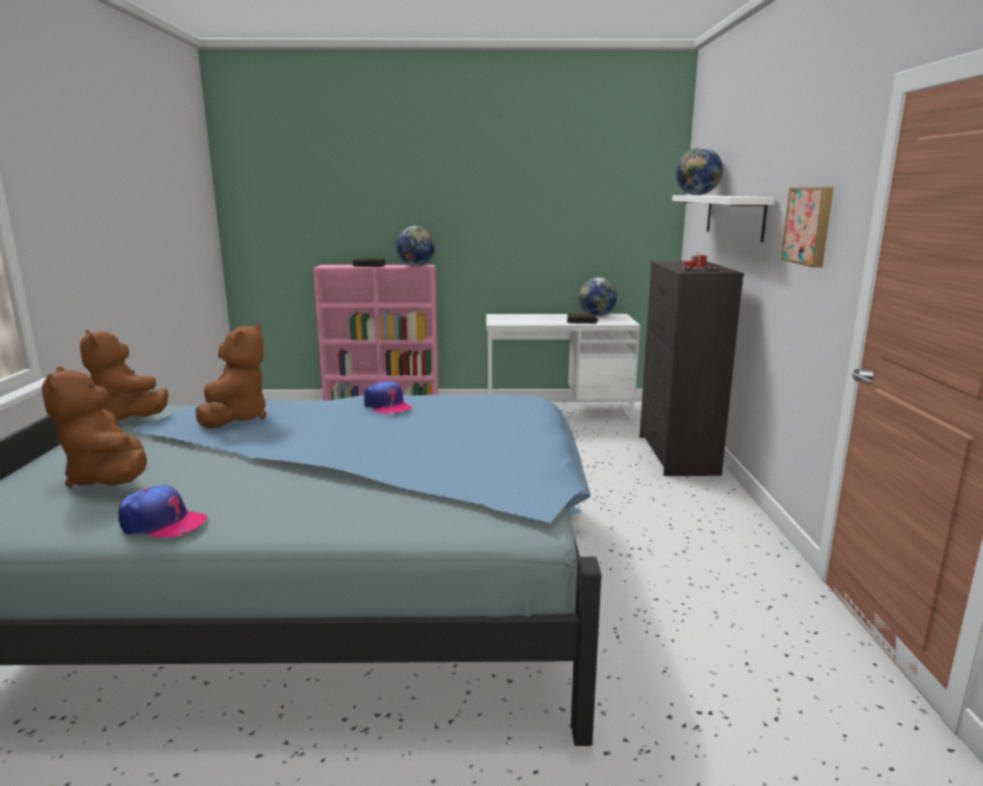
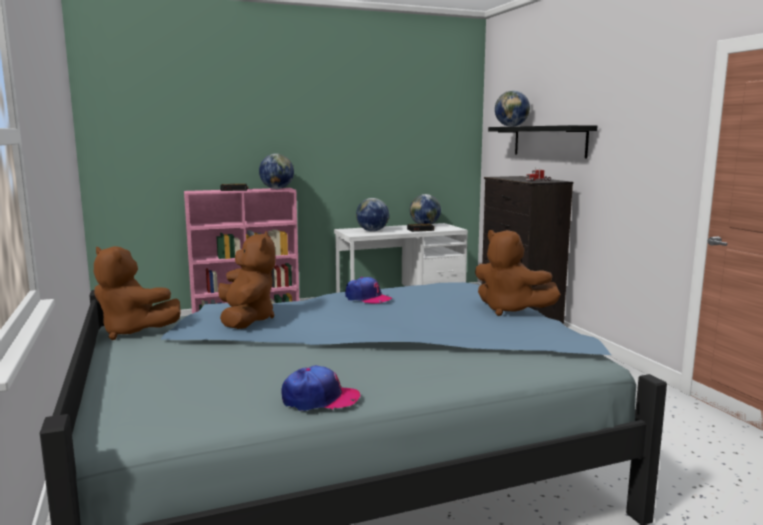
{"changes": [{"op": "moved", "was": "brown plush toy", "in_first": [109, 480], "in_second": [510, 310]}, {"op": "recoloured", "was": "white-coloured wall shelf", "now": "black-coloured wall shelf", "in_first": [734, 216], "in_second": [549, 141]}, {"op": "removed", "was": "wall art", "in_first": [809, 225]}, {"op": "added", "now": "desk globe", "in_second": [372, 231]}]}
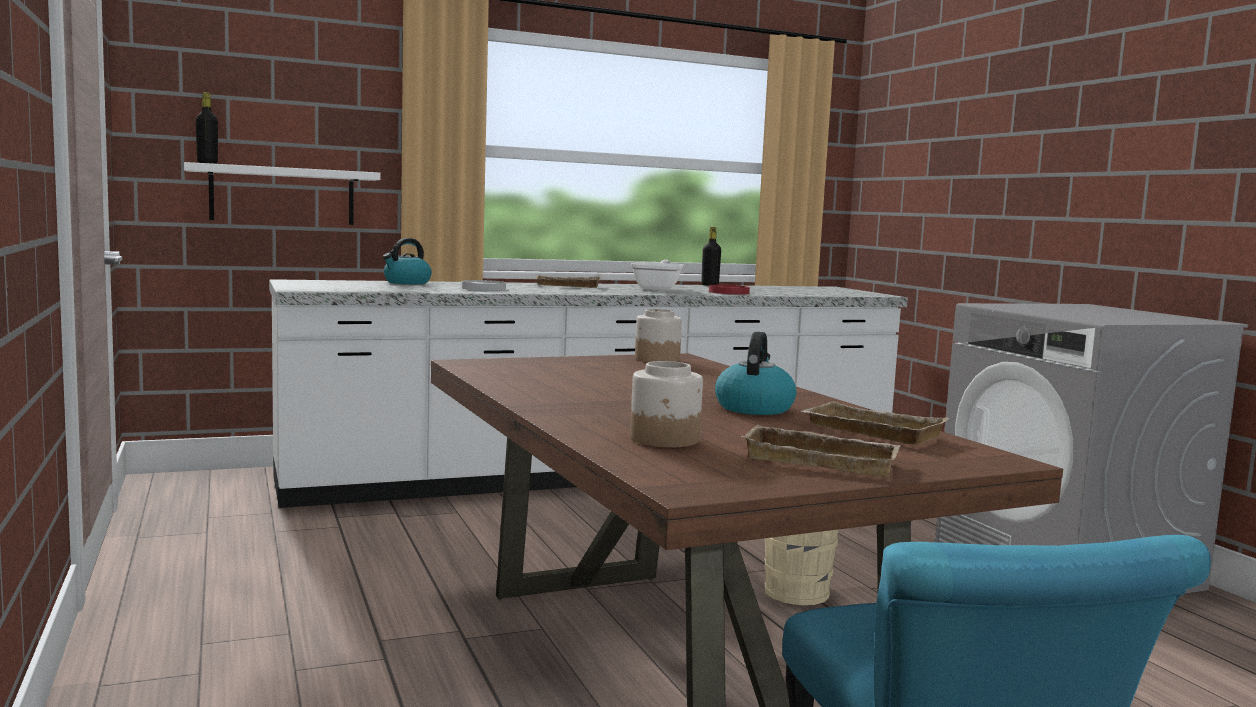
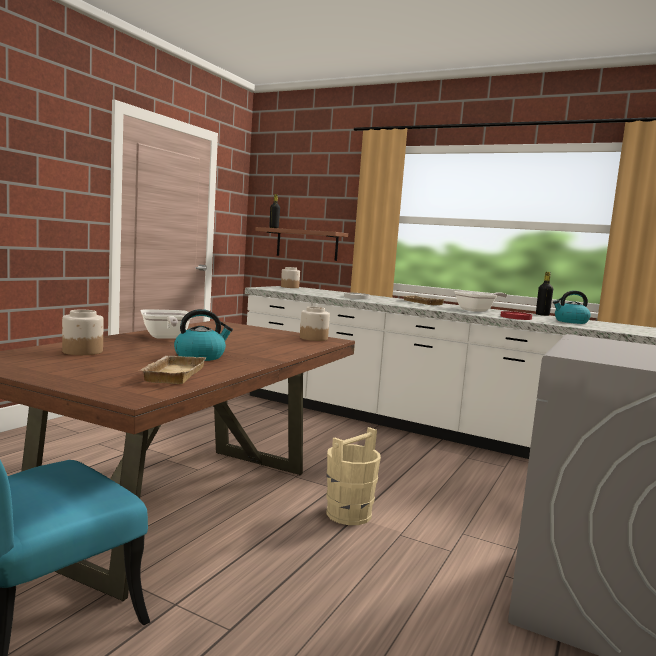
{"changes": [{"op": "recoloured", "was": "white-coloured wall shelf", "now": "brown wall shelf", "in_first": [282, 195], "in_second": [307, 244]}, {"op": "moved", "was": "tea kettle", "in_first": [406, 282], "in_second": [570, 321]}, {"op": "removed", "was": "beige-coloured tray", "in_first": [823, 460]}, {"op": "added", "now": "skillet", "in_second": [165, 337]}, {"op": "added", "now": "storage jar", "in_second": [290, 287]}]}
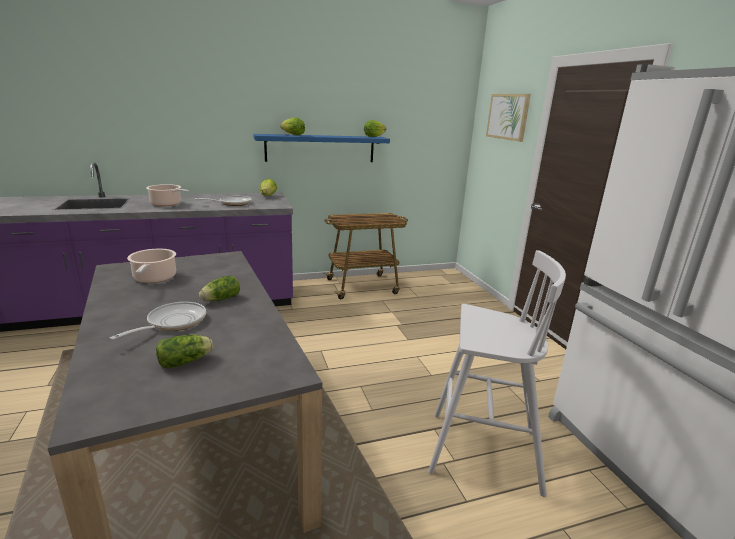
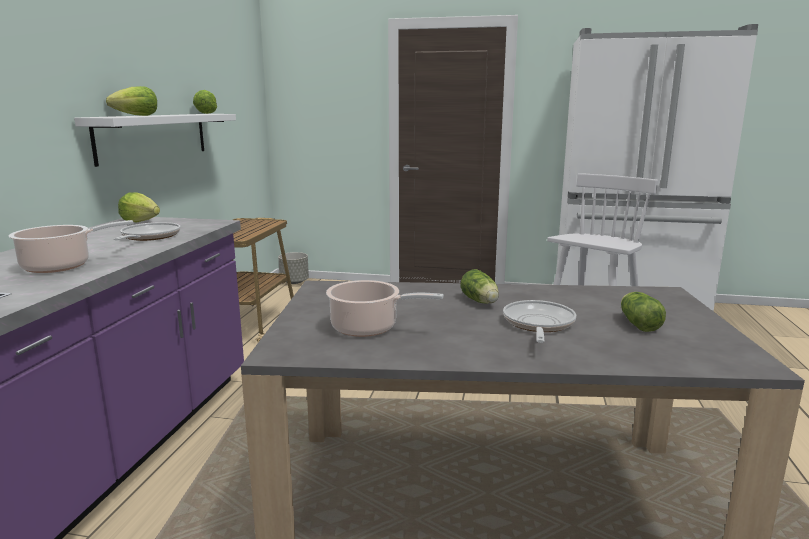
{"changes": [{"op": "turned", "was": "skillet", "in_first": [172, 323], "in_second": [538, 325], "clockwise": 45}, {"op": "recoloured", "was": "bluish wall shelf", "now": "white-coloured wall shelf", "in_first": [320, 148], "in_second": [154, 136]}, {"op": "removed", "was": "wall art", "in_first": [508, 116]}, {"op": "added", "now": "gray flower pot", "in_second": [294, 282]}]}
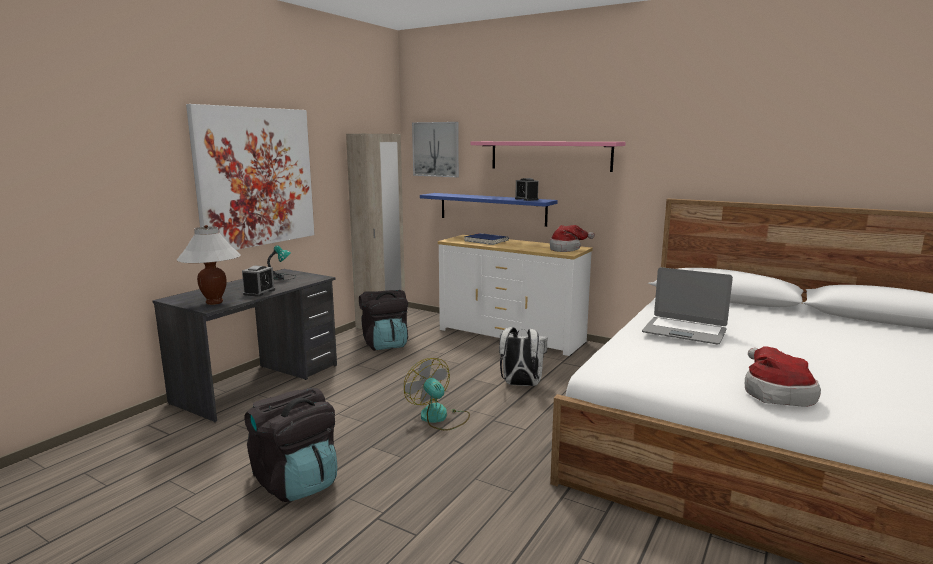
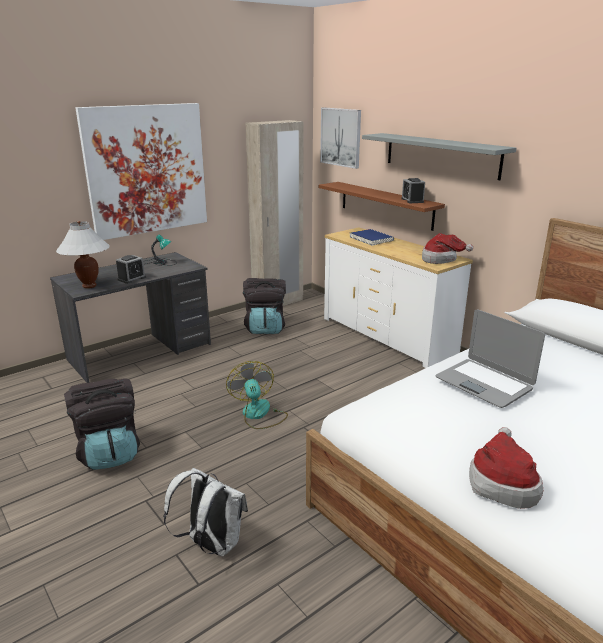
{"changes": [{"op": "recoloured", "was": "bluish wall shelf", "now": "brown wall shelf", "in_first": [492, 209], "in_second": [385, 205]}, {"op": "recoloured", "was": "pink wall shelf", "now": "gray wall shelf", "in_first": [549, 155], "in_second": [441, 155]}, {"op": "moved", "was": "white-coloured rucksack", "in_first": [520, 385], "in_second": [211, 544]}]}
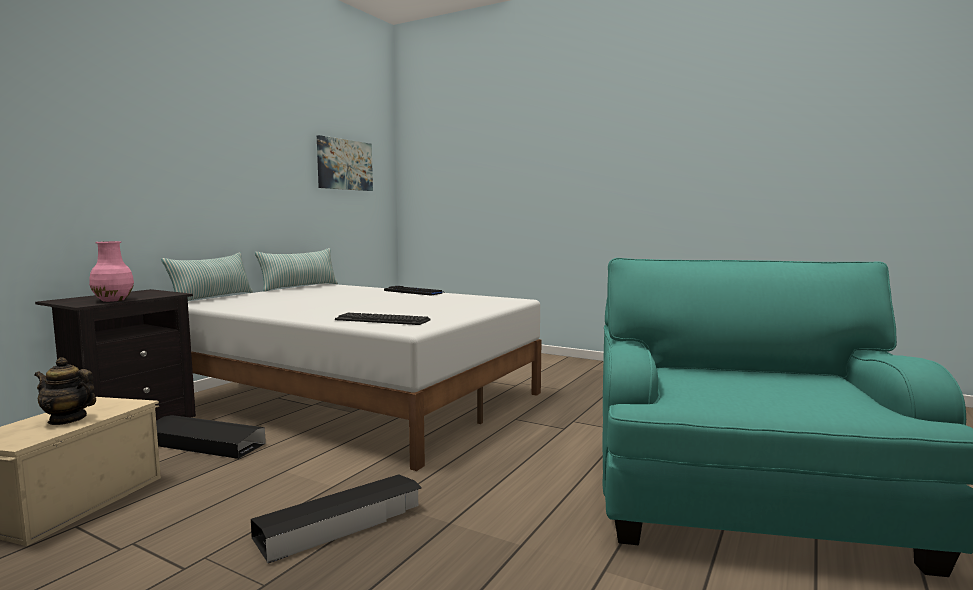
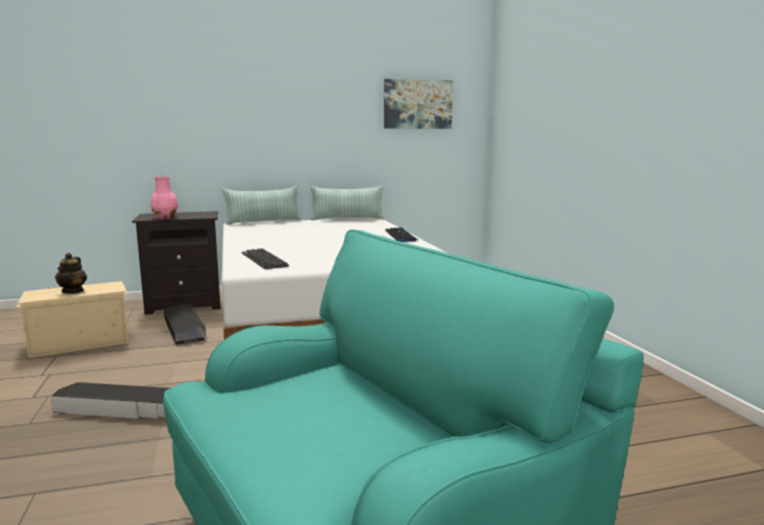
{"changes": [{"op": "turned", "was": "tea pot", "in_first": [67, 419], "in_second": [73, 291], "clockwise": -150}]}
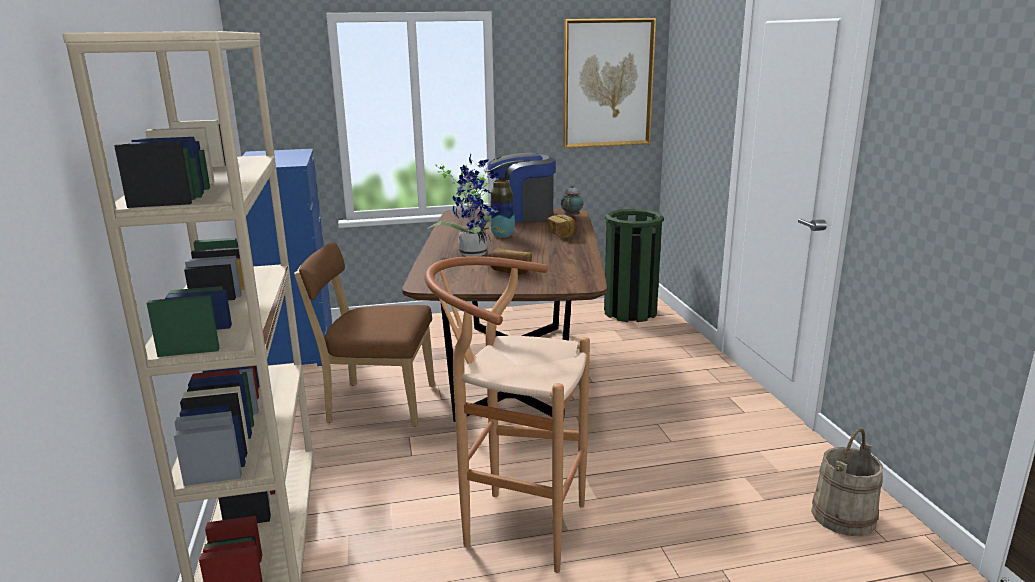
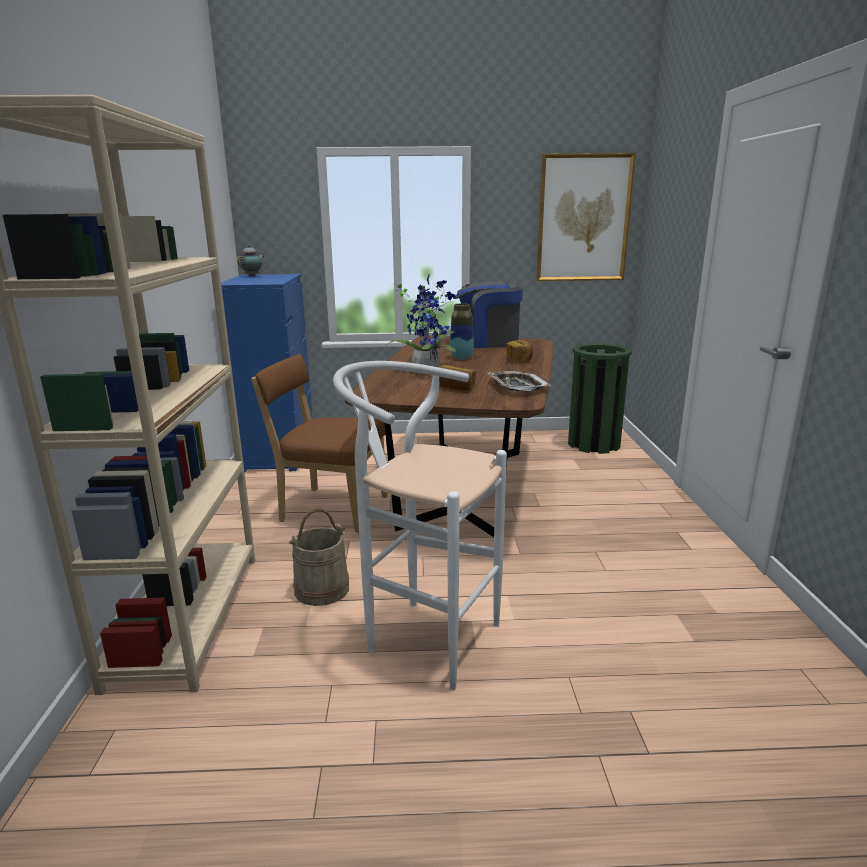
{"changes": [{"op": "recoloured", "was": "brown stool", "now": "white-coloured stool", "in_first": [512, 525], "in_second": [422, 636]}, {"op": "moved", "was": "tea pot", "in_first": [572, 216], "in_second": [253, 276]}, {"op": "moved", "was": "beige-coloured pail", "in_first": [844, 516], "in_second": [322, 589]}, {"op": "added", "now": "tray", "in_second": [517, 386]}]}
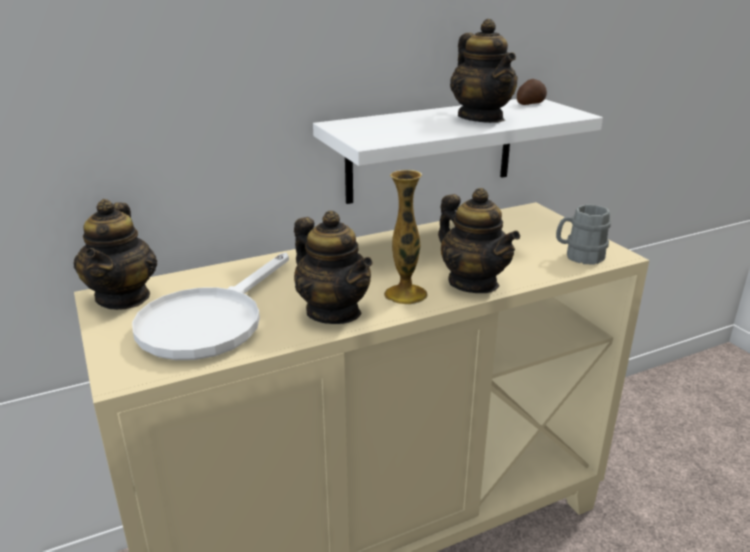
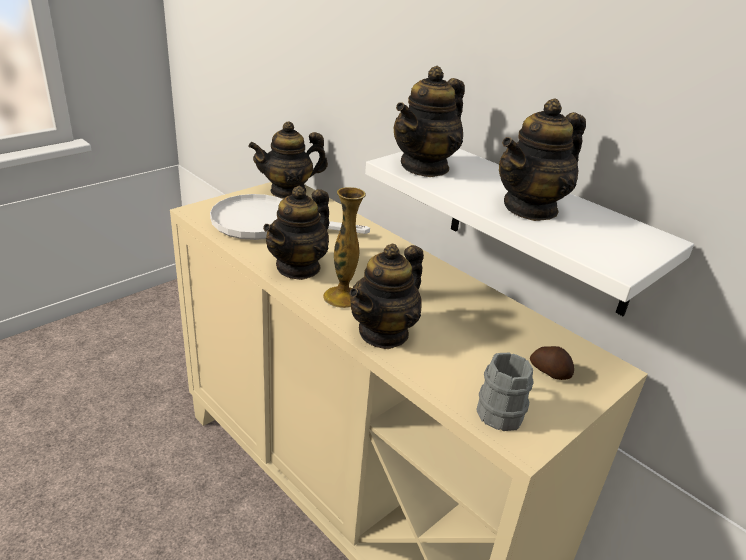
{"changes": [{"op": "moved", "was": "potato", "in_first": [529, 103], "in_second": [550, 371]}, {"op": "added", "now": "tea pot", "in_second": [425, 167]}]}
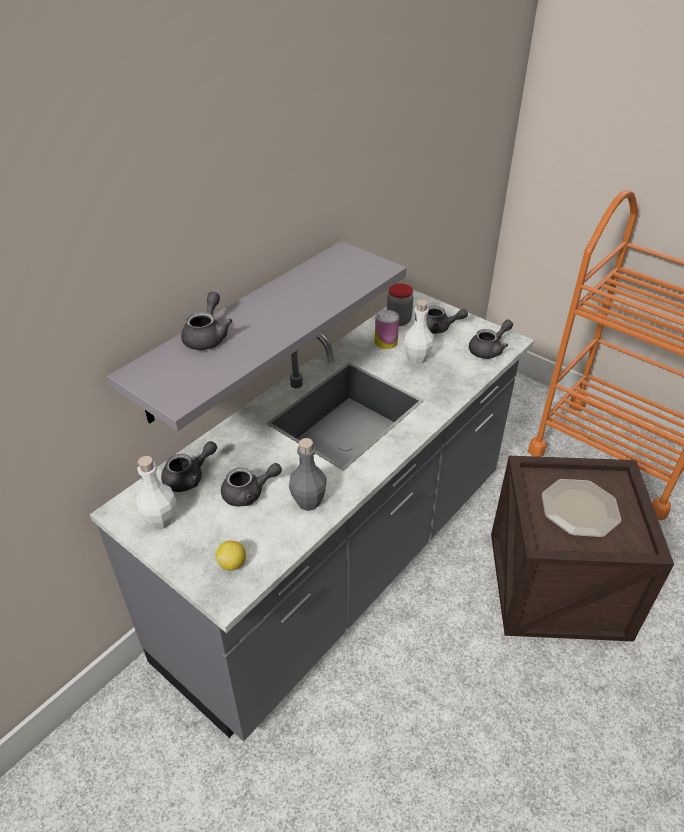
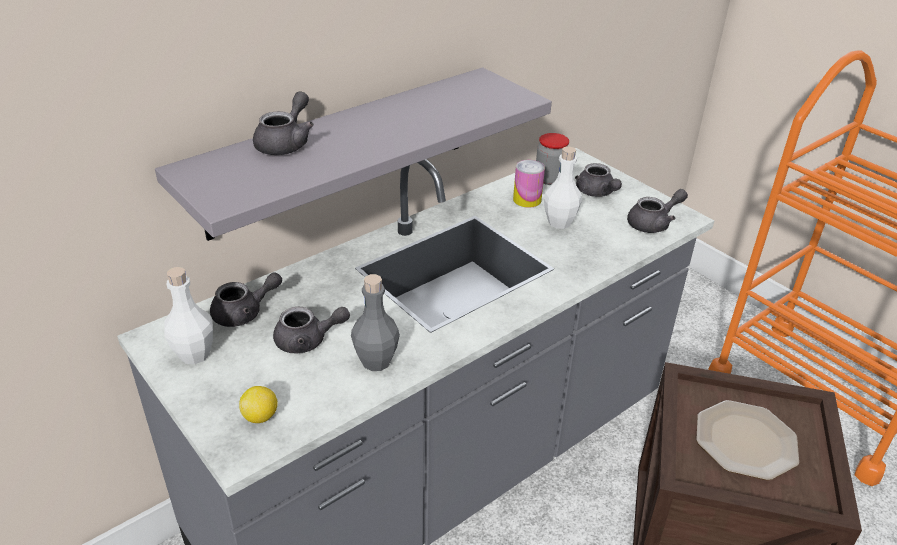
{"changes": [{"op": "turned", "was": "gray tea pot", "in_first": [438, 328], "in_second": [596, 193], "clockwise": 45}]}
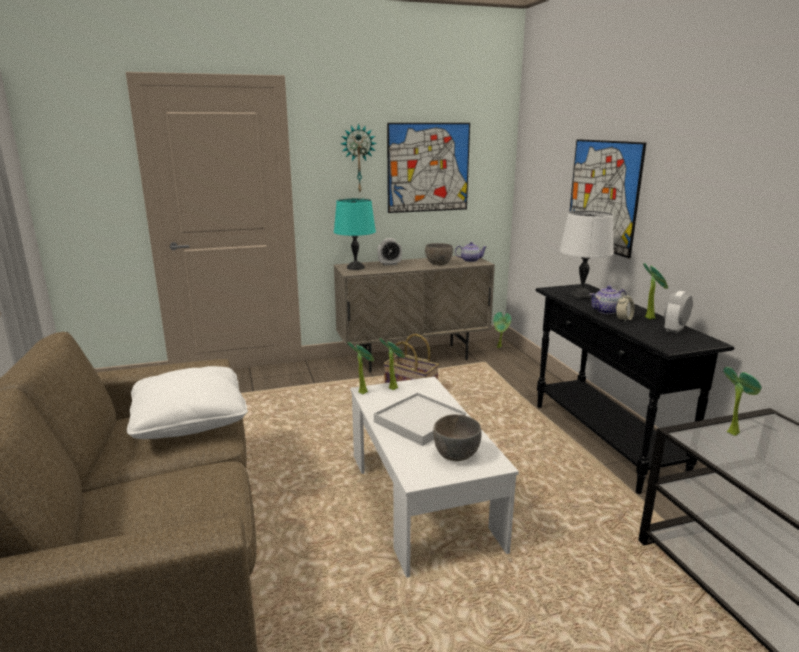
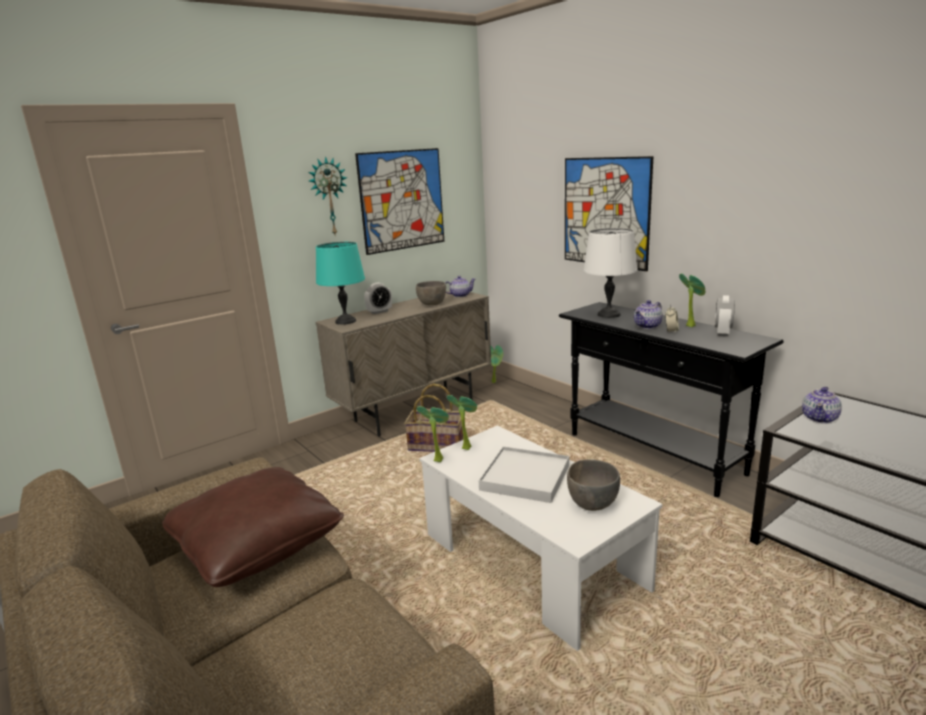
{"changes": [{"op": "recoloured", "was": "white-coloured pillow", "now": "brown pillow", "in_first": [190, 420], "in_second": [257, 544]}, {"op": "replaced", "was": "houseplant", "now": "tea pot", "in_first": [732, 431], "in_second": [820, 418]}]}
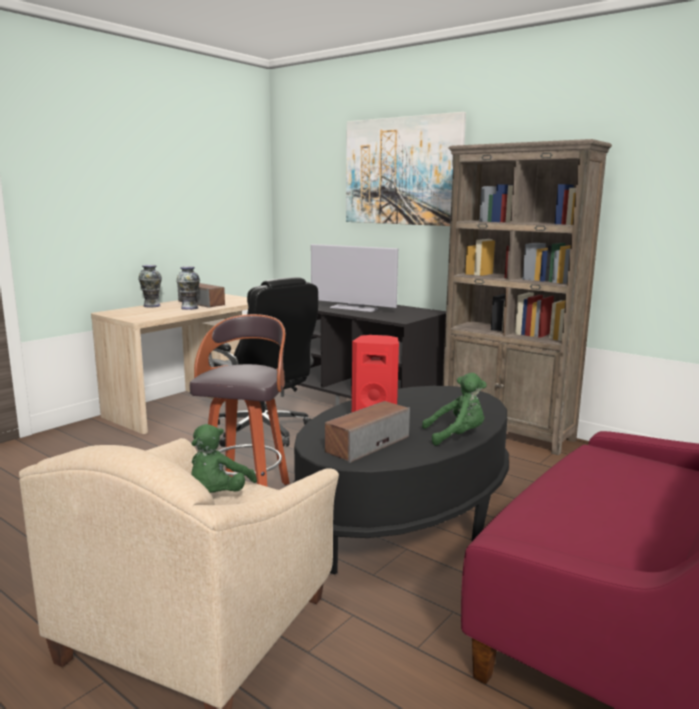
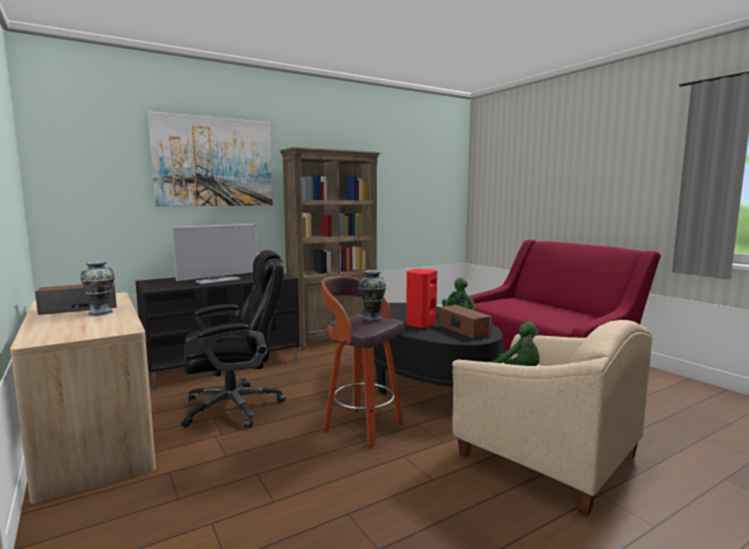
{"changes": [{"op": "moved", "was": "decorative vase", "in_first": [151, 306], "in_second": [372, 320]}]}
